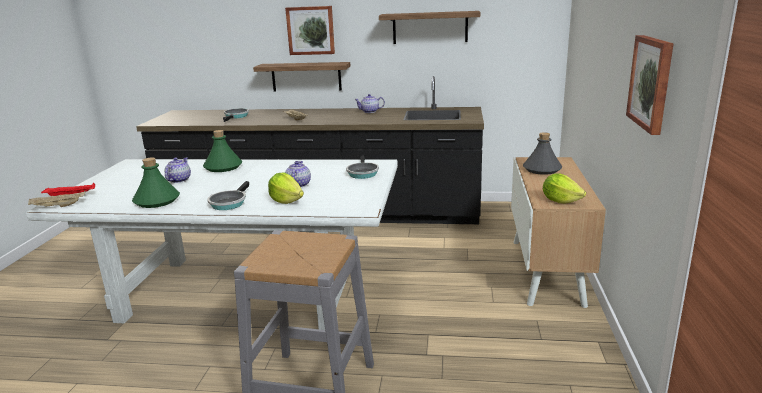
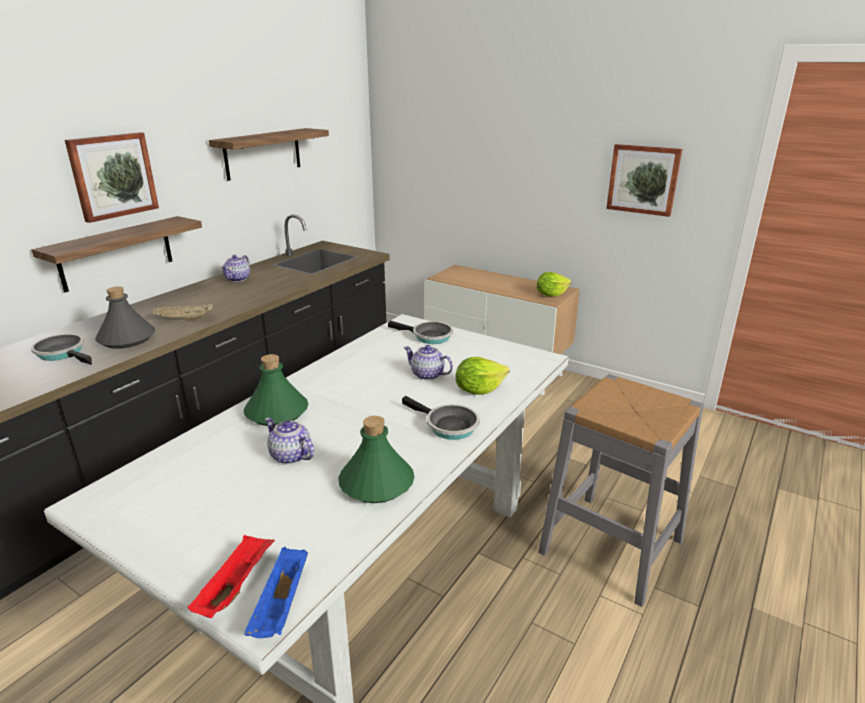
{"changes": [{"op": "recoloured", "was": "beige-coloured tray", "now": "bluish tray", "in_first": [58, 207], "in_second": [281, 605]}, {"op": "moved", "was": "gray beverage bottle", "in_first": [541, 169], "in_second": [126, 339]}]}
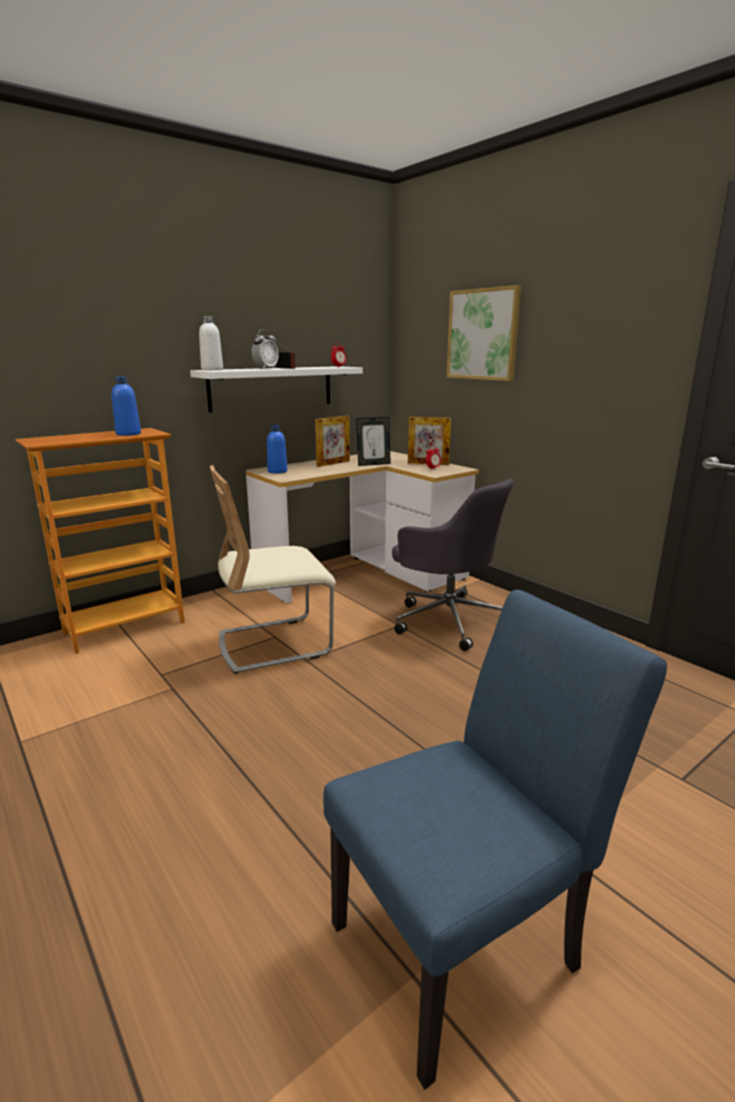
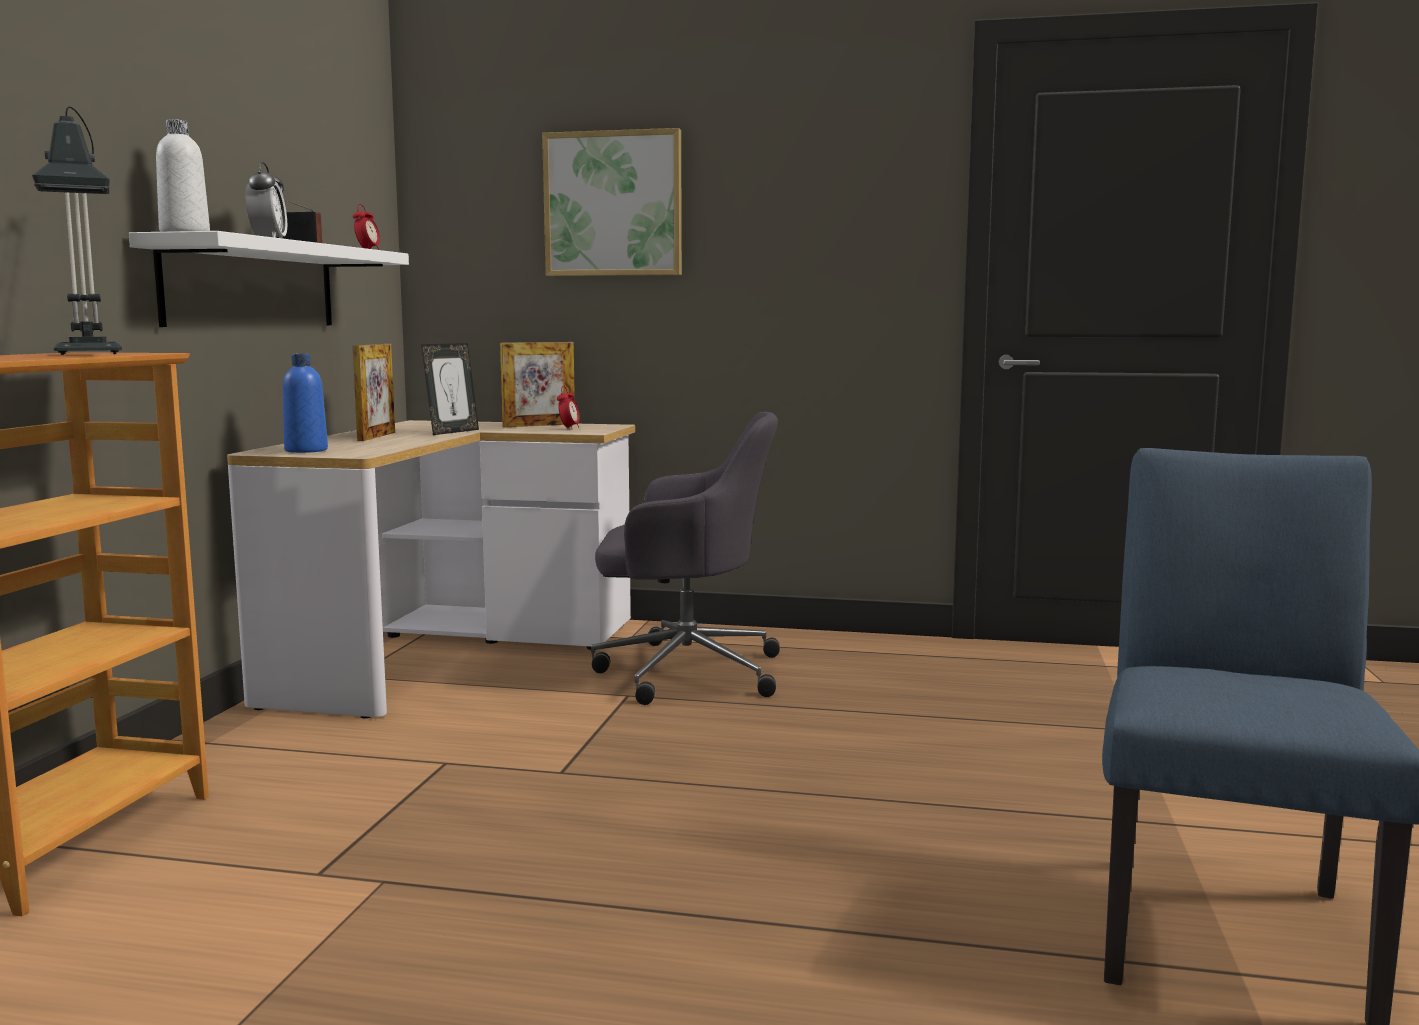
{"changes": [{"op": "replaced", "was": "bluish beverage bottle", "now": "lamp for a table", "in_first": [128, 434], "in_second": [88, 354]}, {"op": "removed", "was": "beige-coloured upright chair", "in_first": [274, 644]}]}
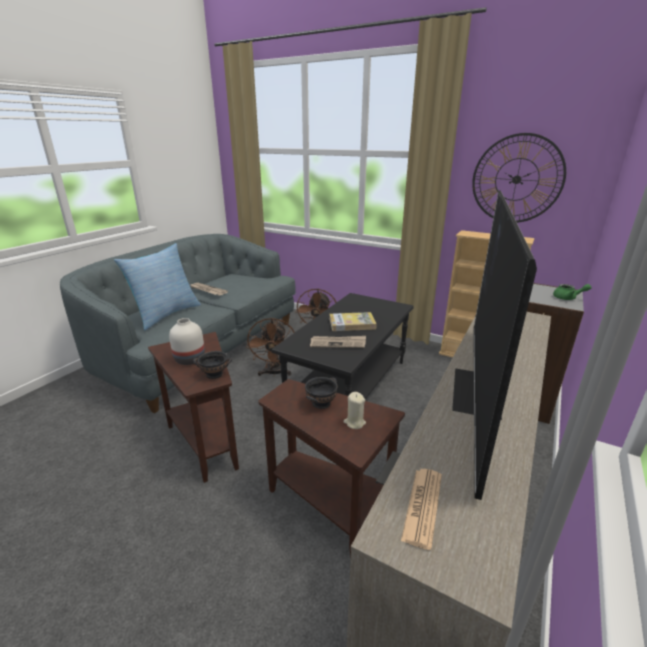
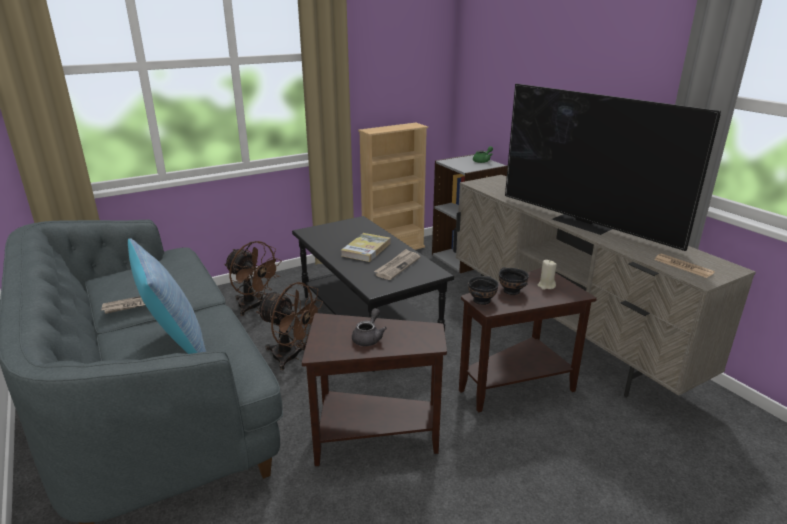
{"changes": [{"op": "replaced", "was": "white-coloured decorative vase", "now": "gray tea pot", "in_first": [190, 359], "in_second": [369, 337]}, {"op": "moved", "was": "black-coloured deep dish", "in_first": [214, 374], "in_second": [481, 300]}, {"op": "removed", "was": "wall clock", "in_first": [516, 179]}]}
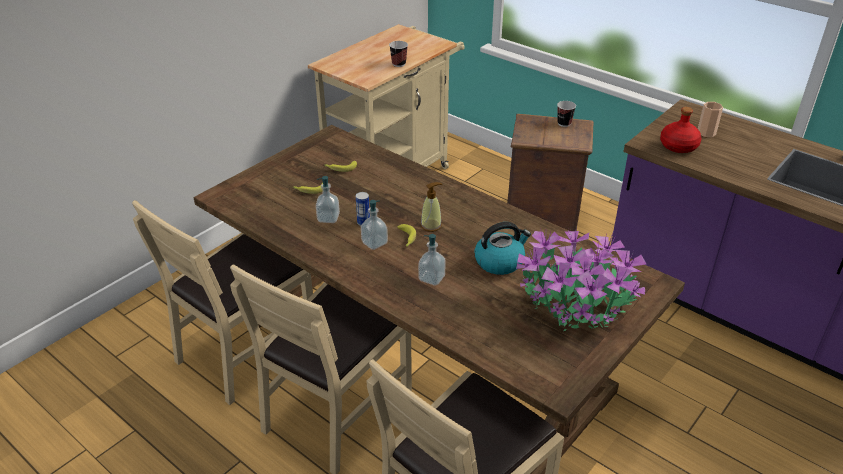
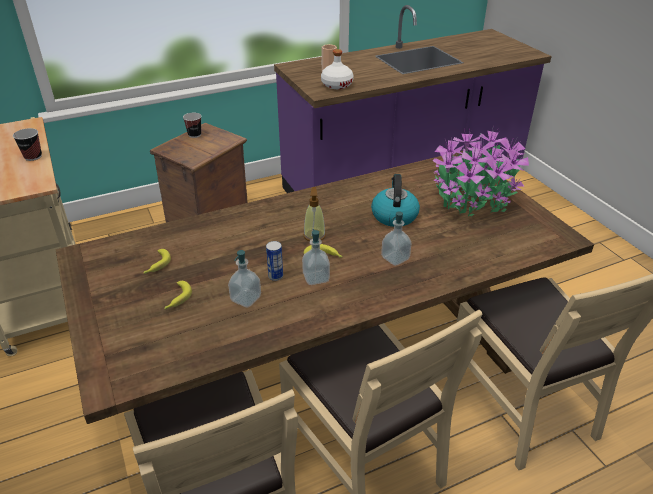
{"changes": [{"op": "recoloured", "was": "red-coloured beverage bottle", "now": "white-coloured beverage bottle", "in_first": [678, 146], "in_second": [336, 85]}]}
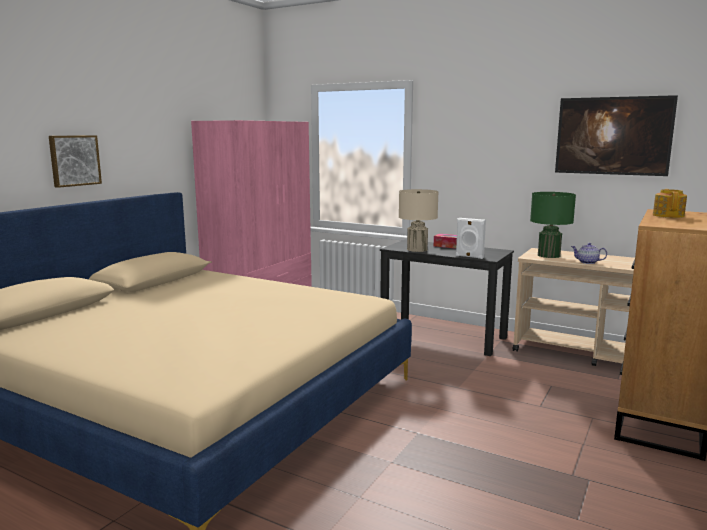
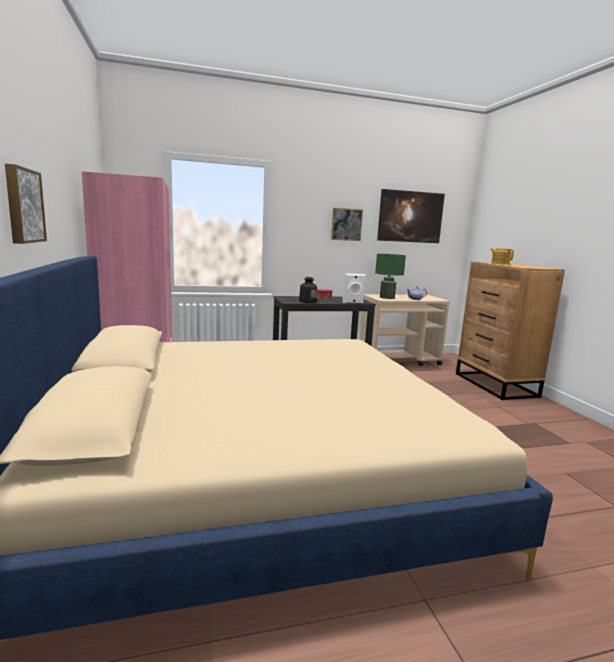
{"changes": [{"op": "replaced", "was": "beige-coloured lamp for a table", "now": "beverage bottle", "in_first": [417, 249], "in_second": [307, 301]}, {"op": "added", "now": "wall art", "in_second": [346, 224]}]}
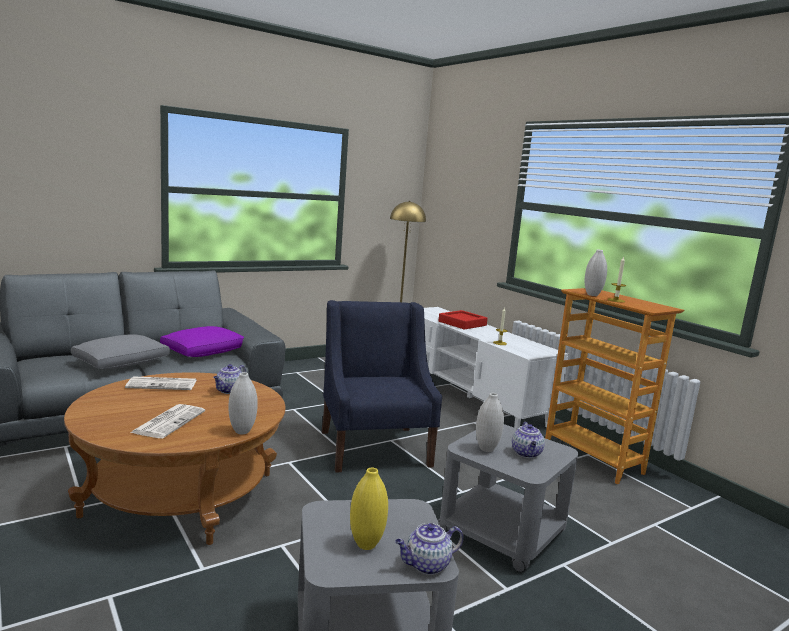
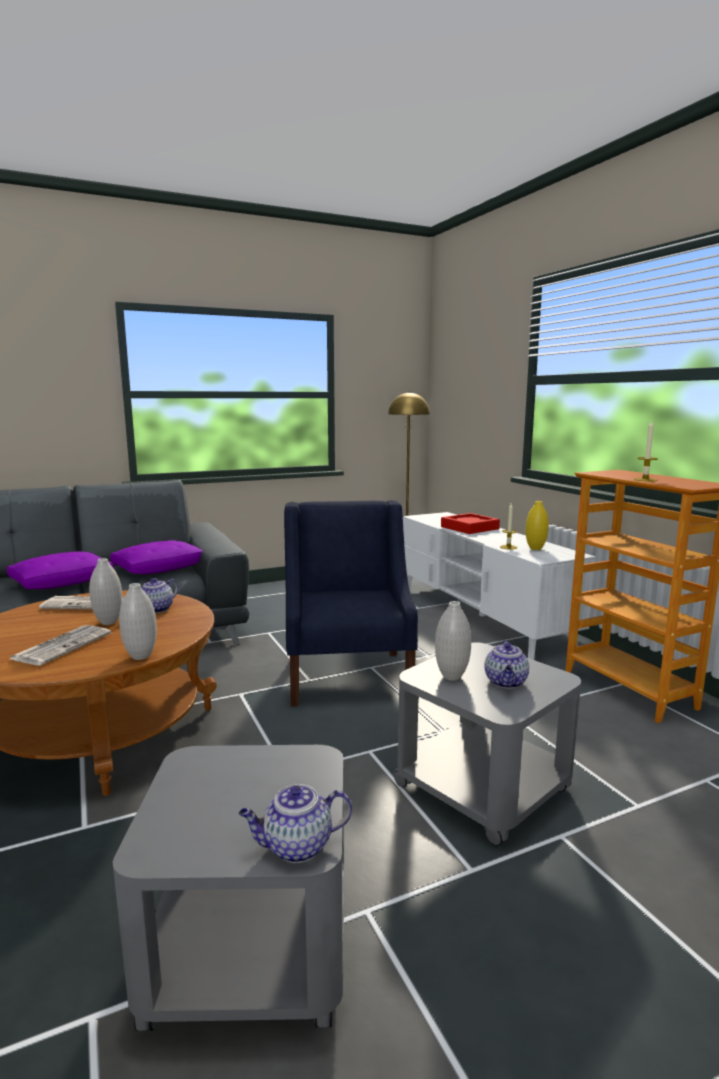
{"changes": [{"op": "recoloured", "was": "gray pillow", "now": "purple pillow", "in_first": [122, 362], "in_second": [63, 582]}, {"op": "moved", "was": "yellow decorative vase", "in_first": [366, 544], "in_second": [535, 548]}, {"op": "moved", "was": "white-coloured decorative vase", "in_first": [592, 295], "in_second": [108, 622]}]}
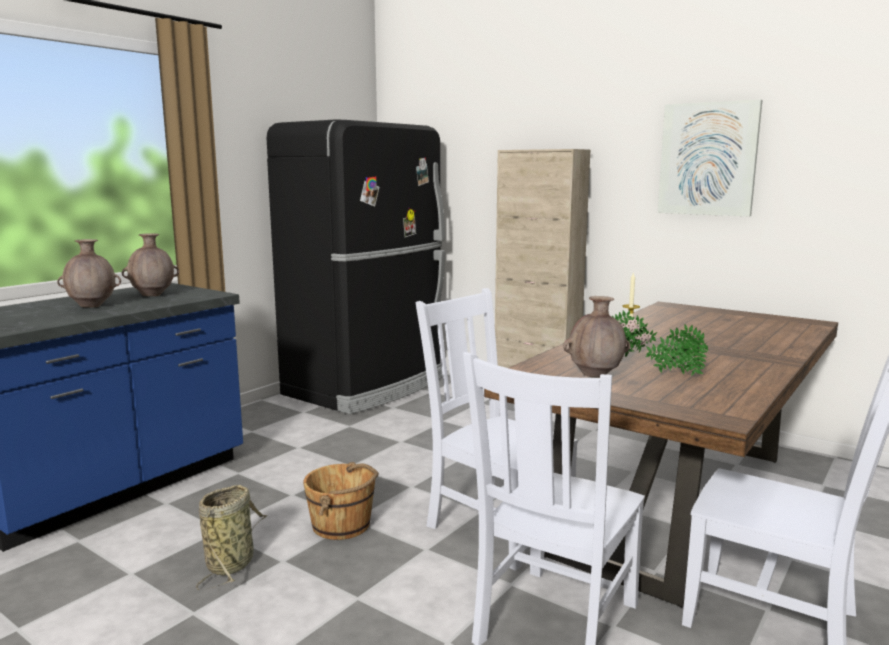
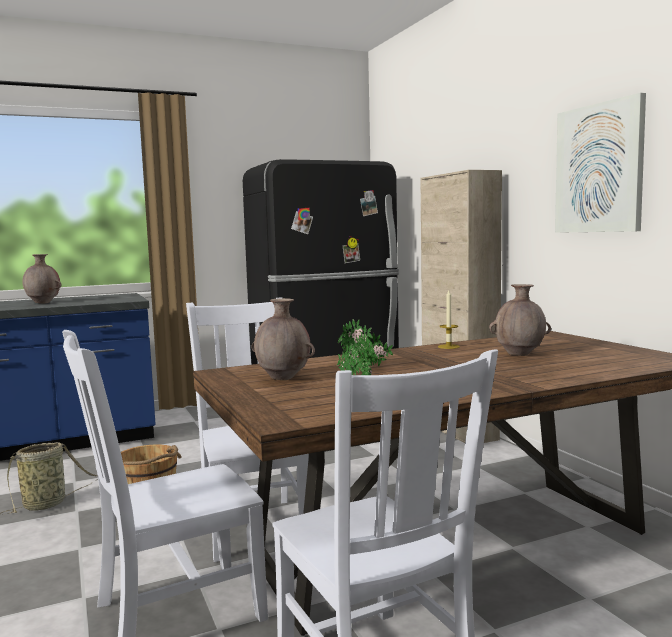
{"changes": [{"op": "moved", "was": "brown decorative vase", "in_first": [153, 295], "in_second": [519, 354]}]}
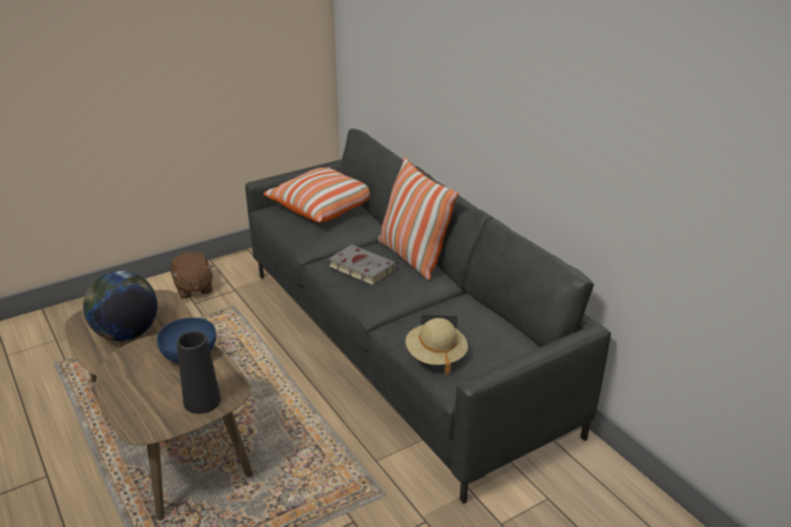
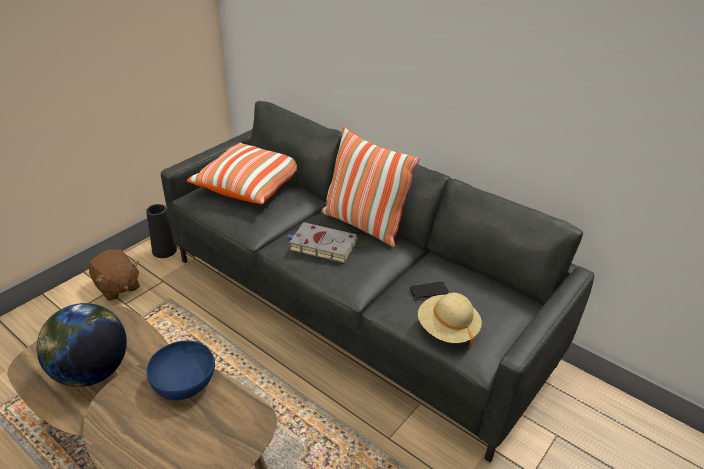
{"changes": [{"op": "moved", "was": "black-coloured decorative vase", "in_first": [202, 401], "in_second": [164, 250]}]}
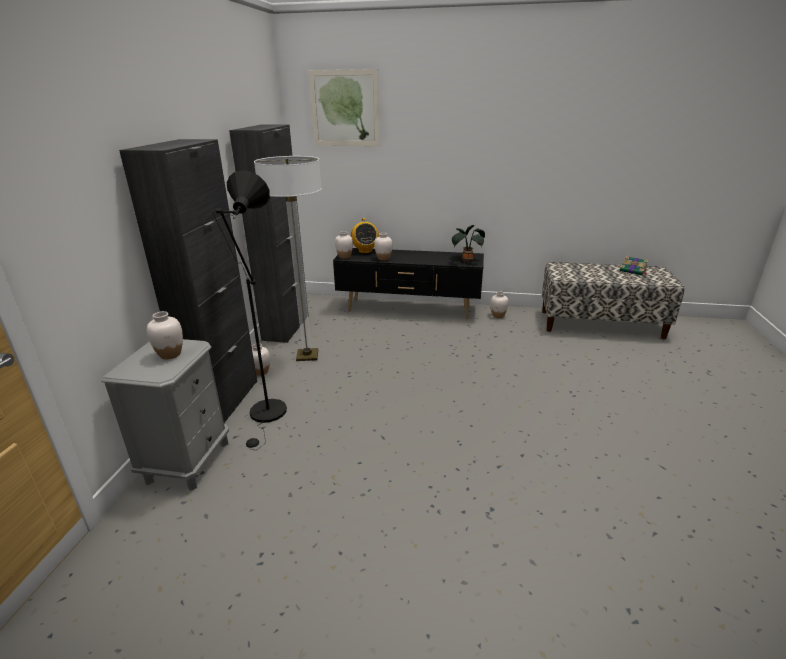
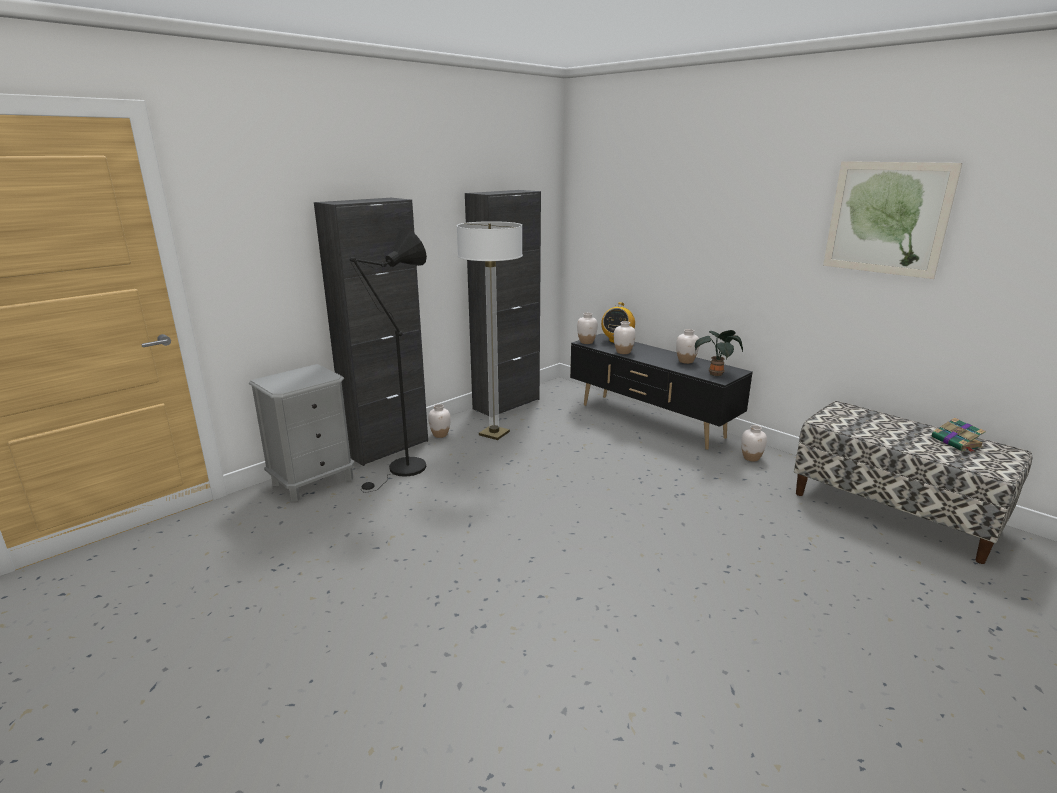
{"changes": [{"op": "moved", "was": "white-coloured decorative vase", "in_first": [170, 354], "in_second": [686, 361]}, {"op": "moved", "was": "wall art", "in_first": [345, 109], "in_second": [887, 218]}]}
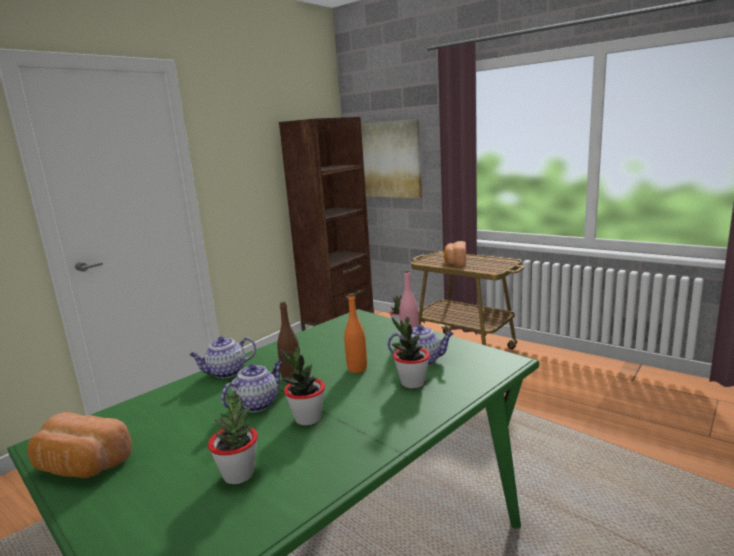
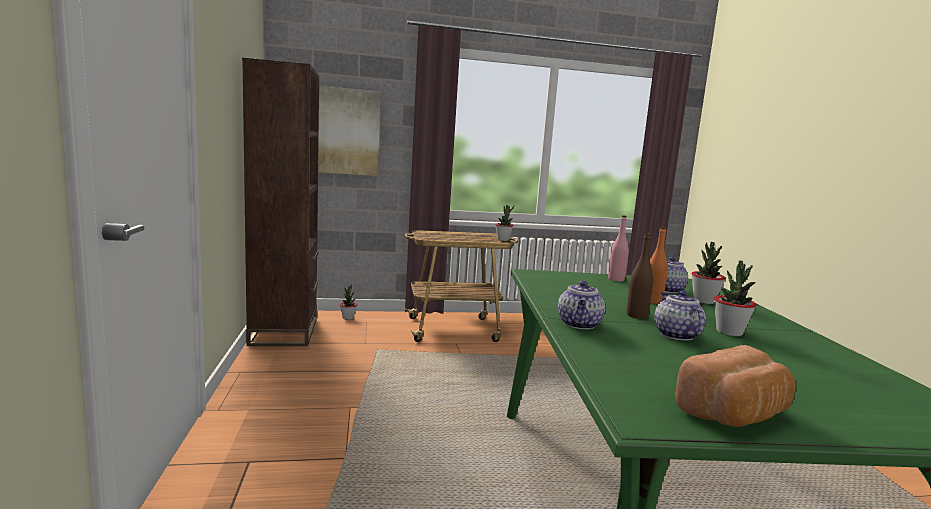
{"changes": [{"op": "moved", "was": "houseplant", "in_first": [239, 474], "in_second": [503, 240]}, {"op": "removed", "was": "bread", "in_first": [455, 262]}]}
